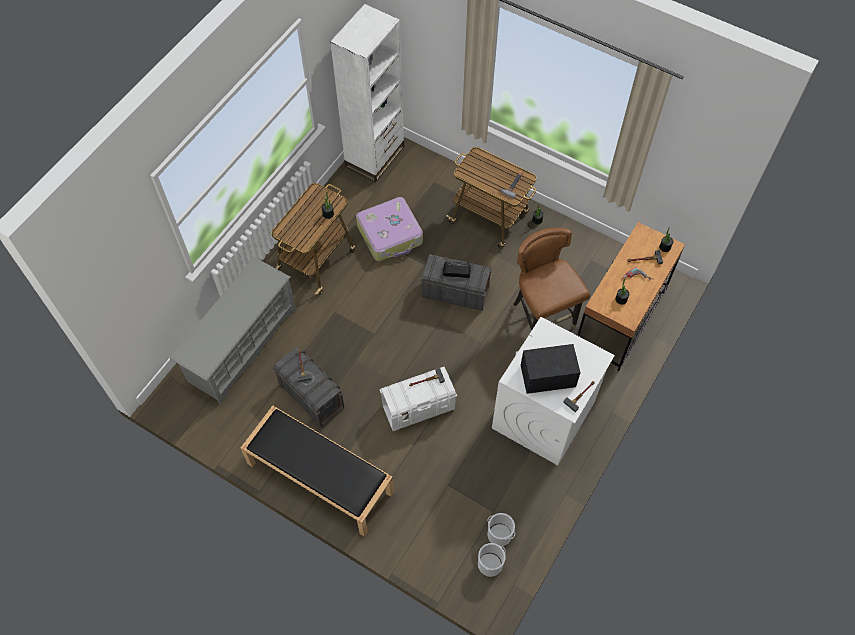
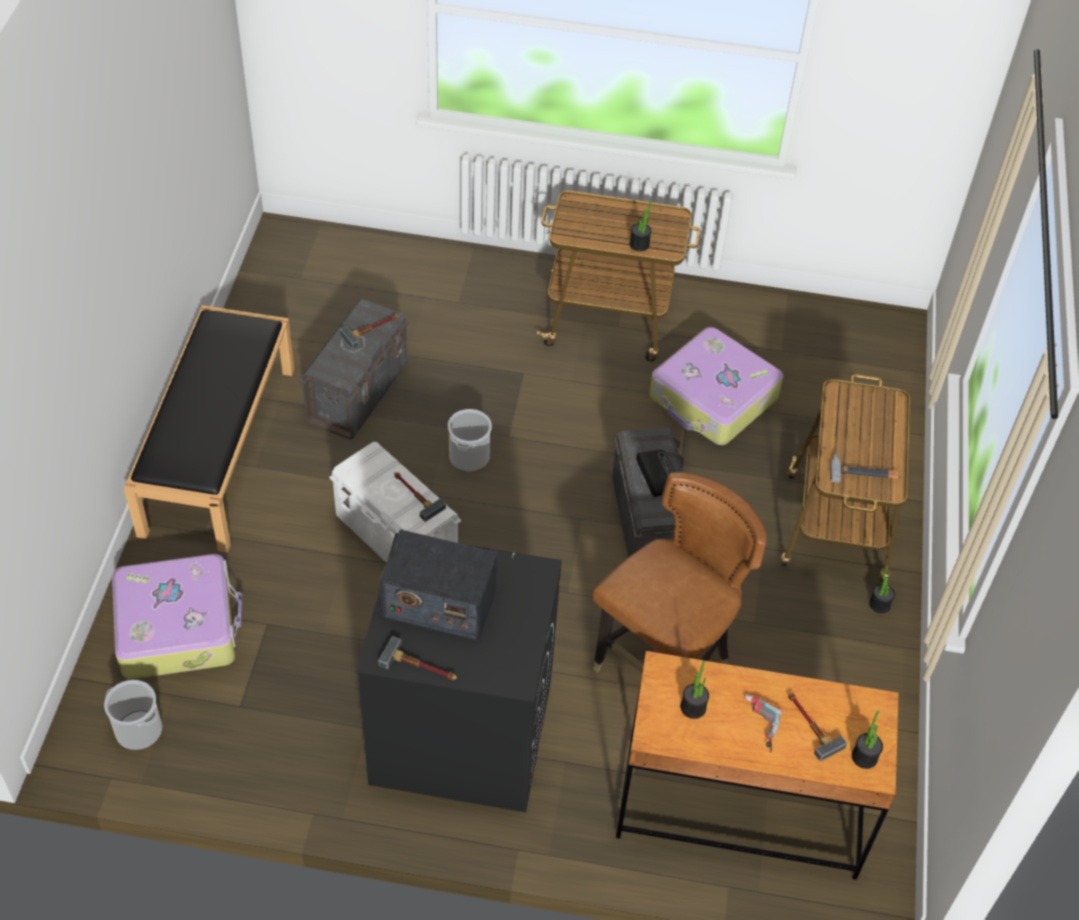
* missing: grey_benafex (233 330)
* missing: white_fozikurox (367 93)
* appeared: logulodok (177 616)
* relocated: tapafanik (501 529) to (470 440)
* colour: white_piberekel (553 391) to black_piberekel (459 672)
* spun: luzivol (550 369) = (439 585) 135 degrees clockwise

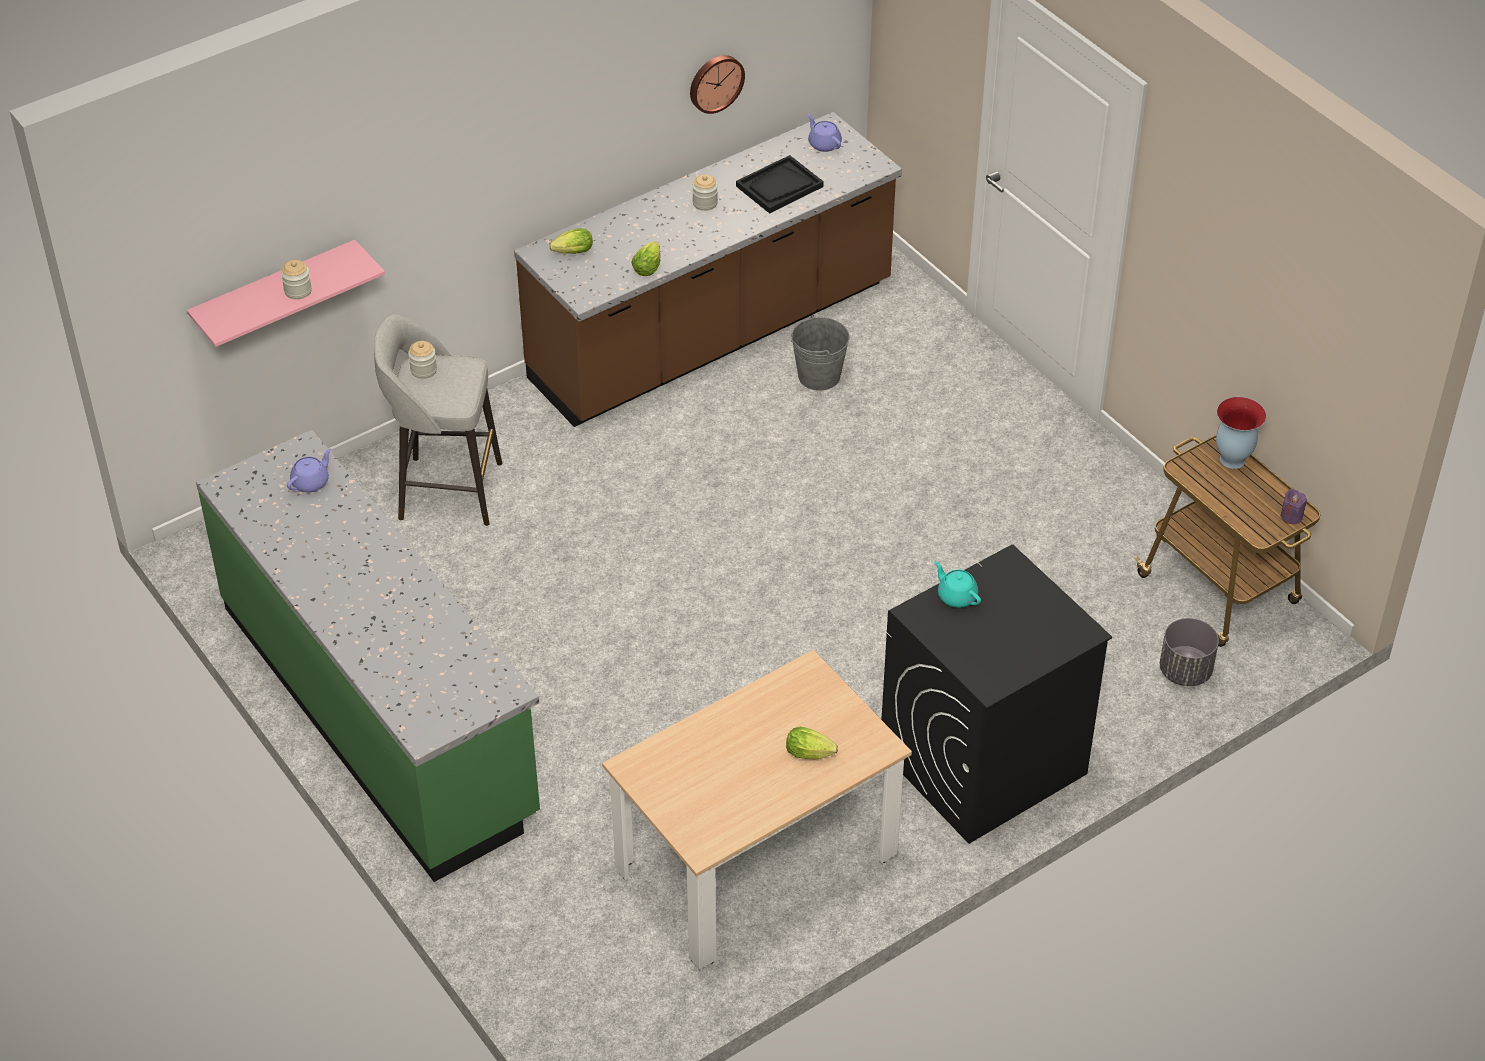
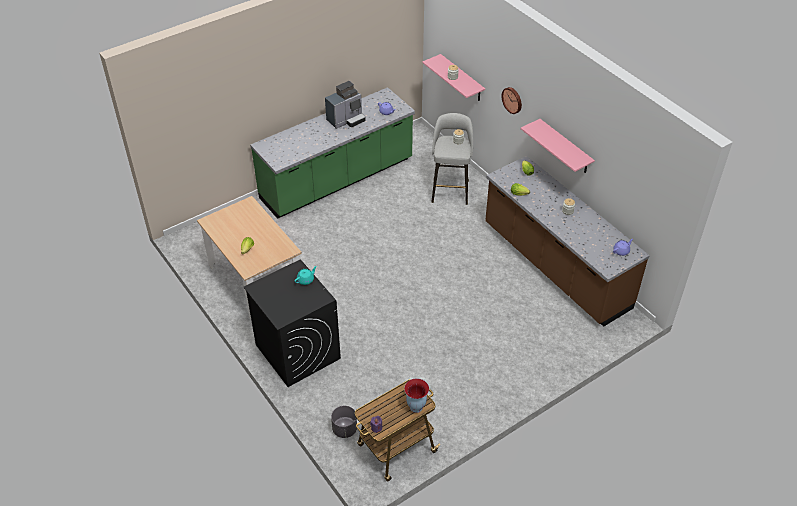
* missing: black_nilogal (780 184)
* missing: grey_tapafanik (820 353)
* appeared: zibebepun (345 105)
* appeared: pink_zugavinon (558 146)
* relocated: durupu (717 84) to (511 100)

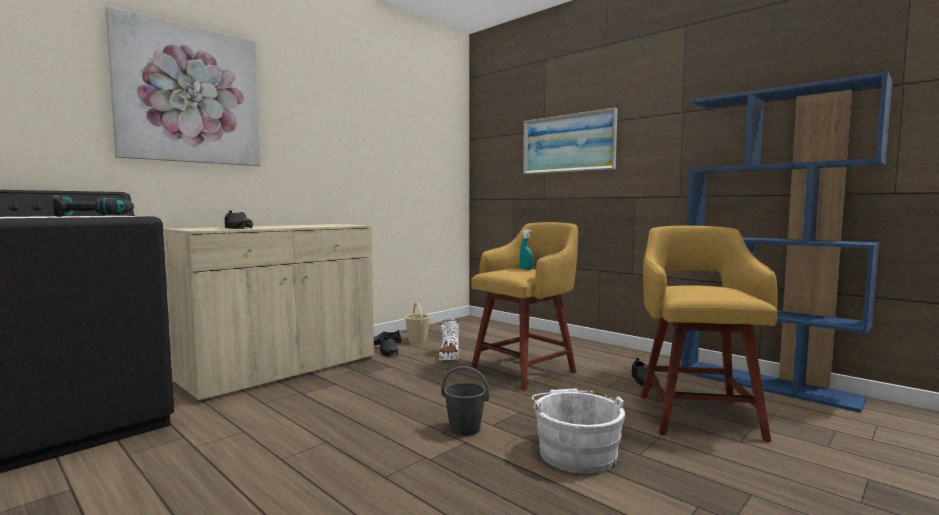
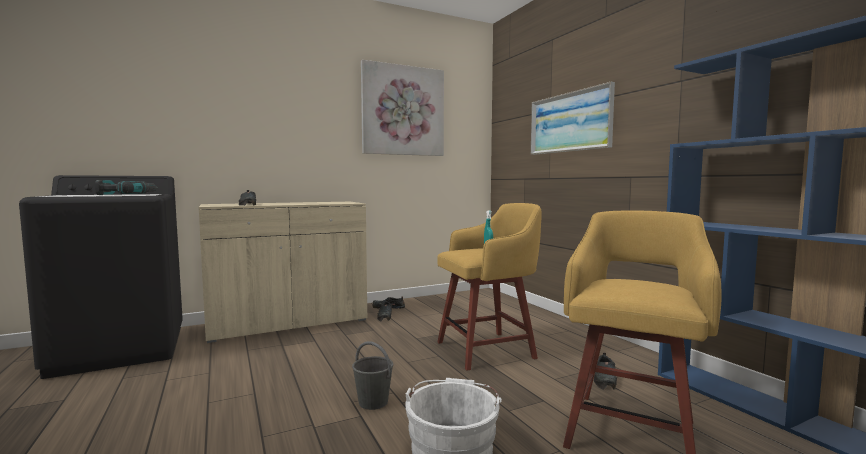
* missing: beige_tapafanik (417 322)
* missing: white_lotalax (449 340)
* relocated: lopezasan (182 86) to (402 108)

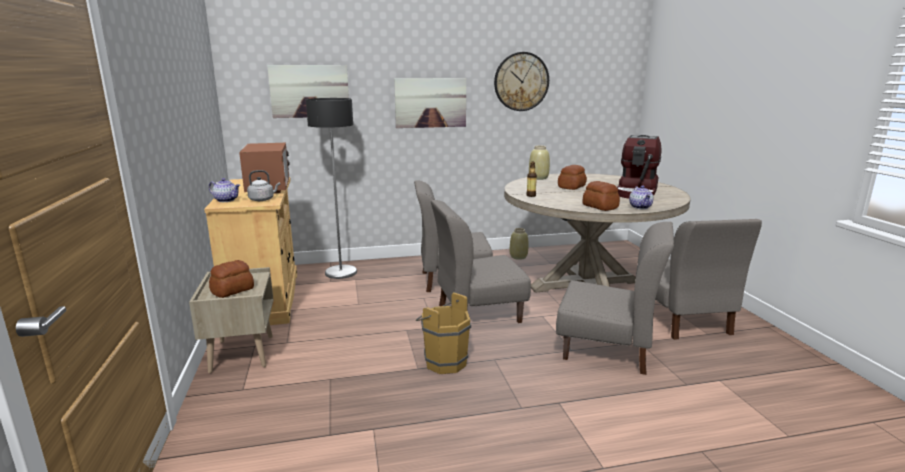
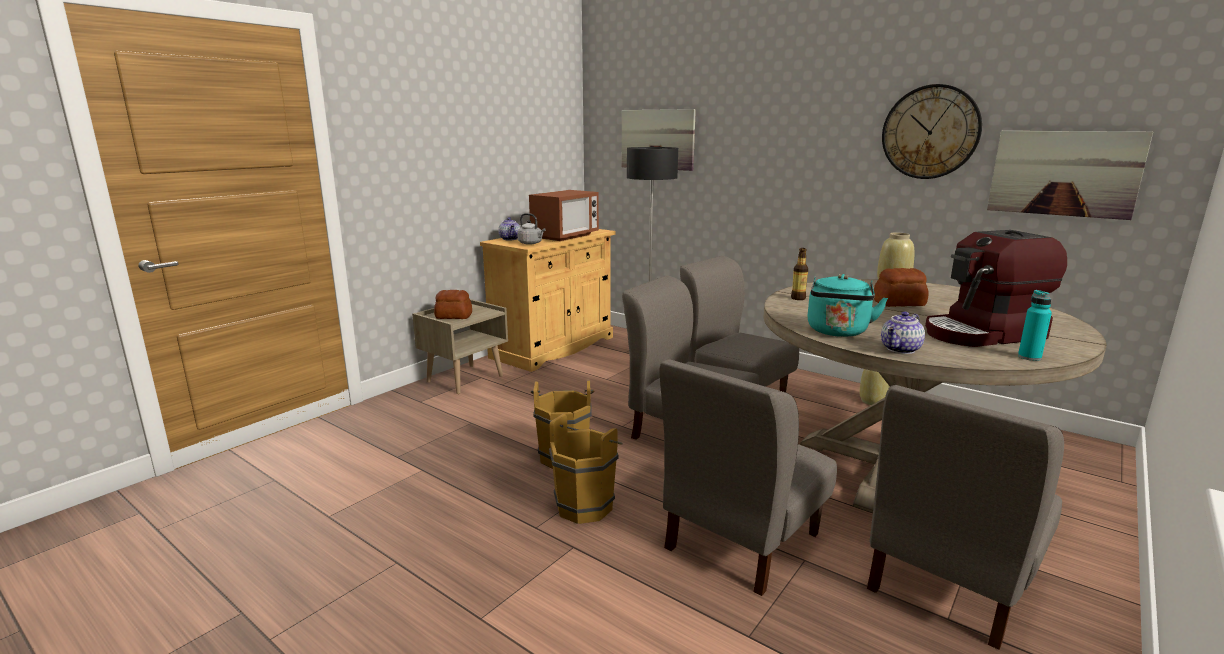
* appeared: brown_tapafanik (586 469)
* appeared: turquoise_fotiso (1035 325)
* relocated: lopezasan (430 103) to (1070 175)
* exchanged: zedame (601 196) to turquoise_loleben (847 305)
* spun: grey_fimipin (615 298) = (748 477) 60 degrees clockwise

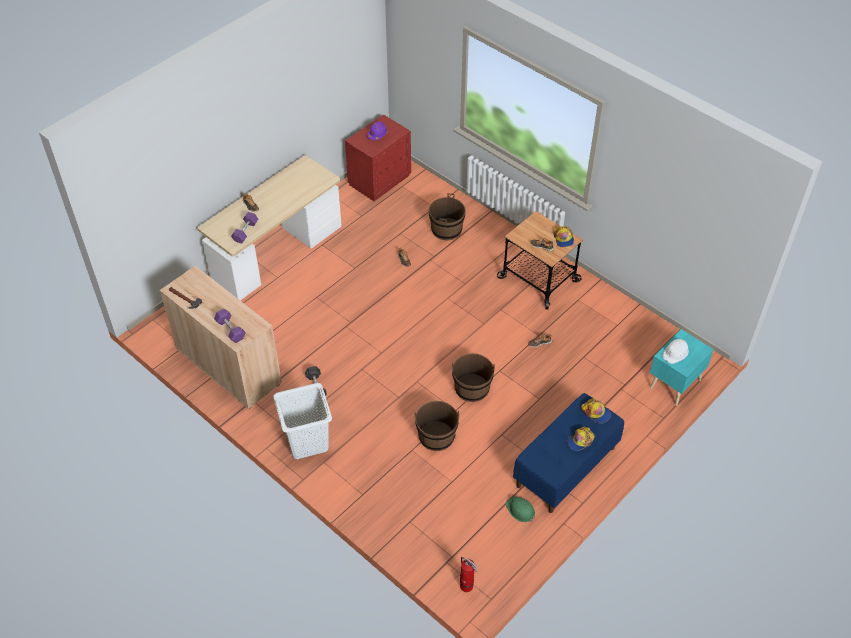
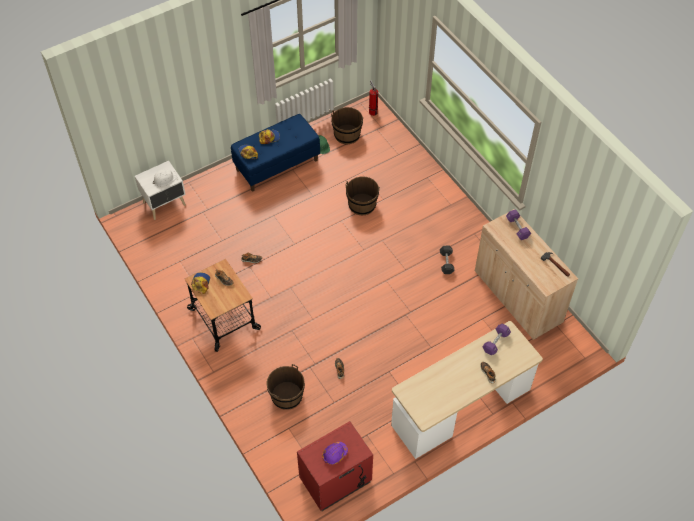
* missing: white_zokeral (302 421)
* relocated: brown_tapafanik (473 377) to (347 125)
* colour: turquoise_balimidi (682 367) to white_balimidi (160 190)

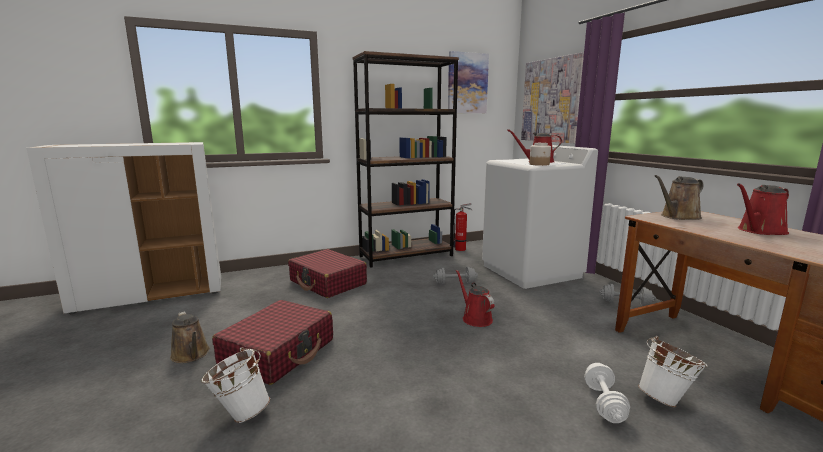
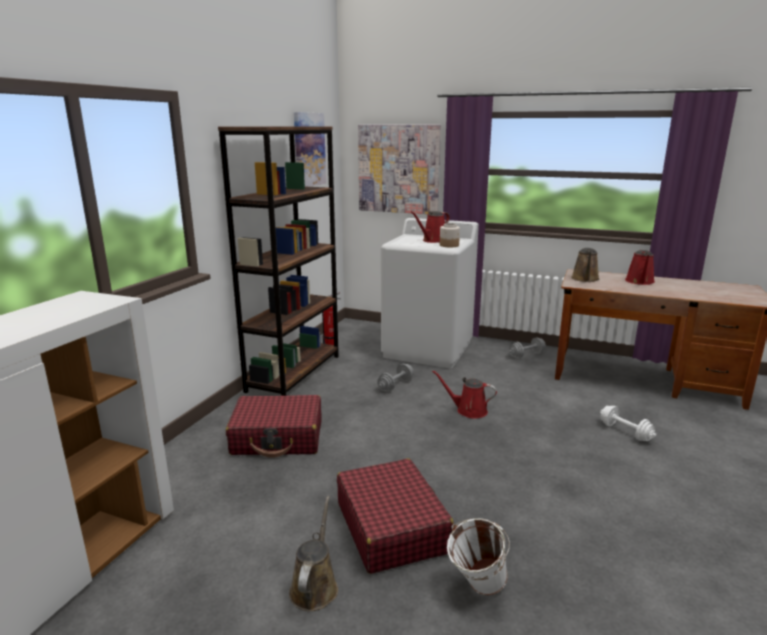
* missing: white_tapafanik (673 371)
* spun: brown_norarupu (190 337) = (313 553) 90 degrees counterclockwise

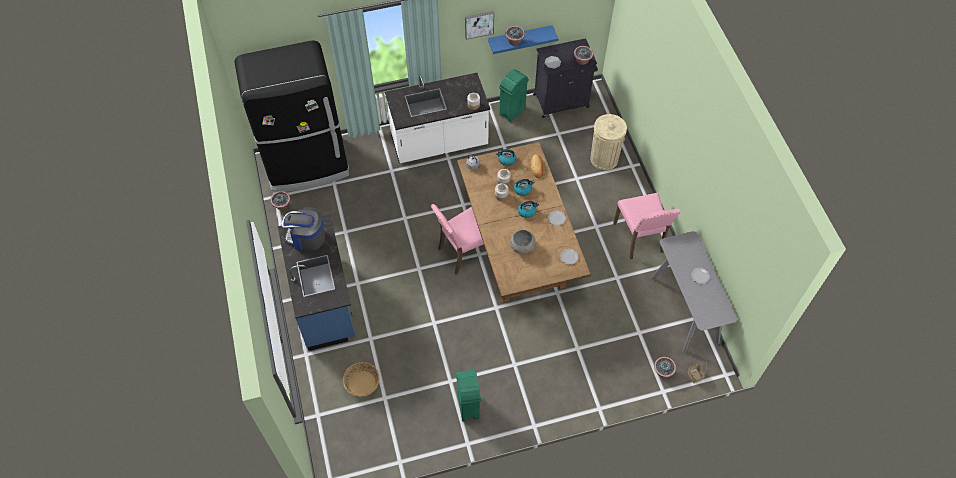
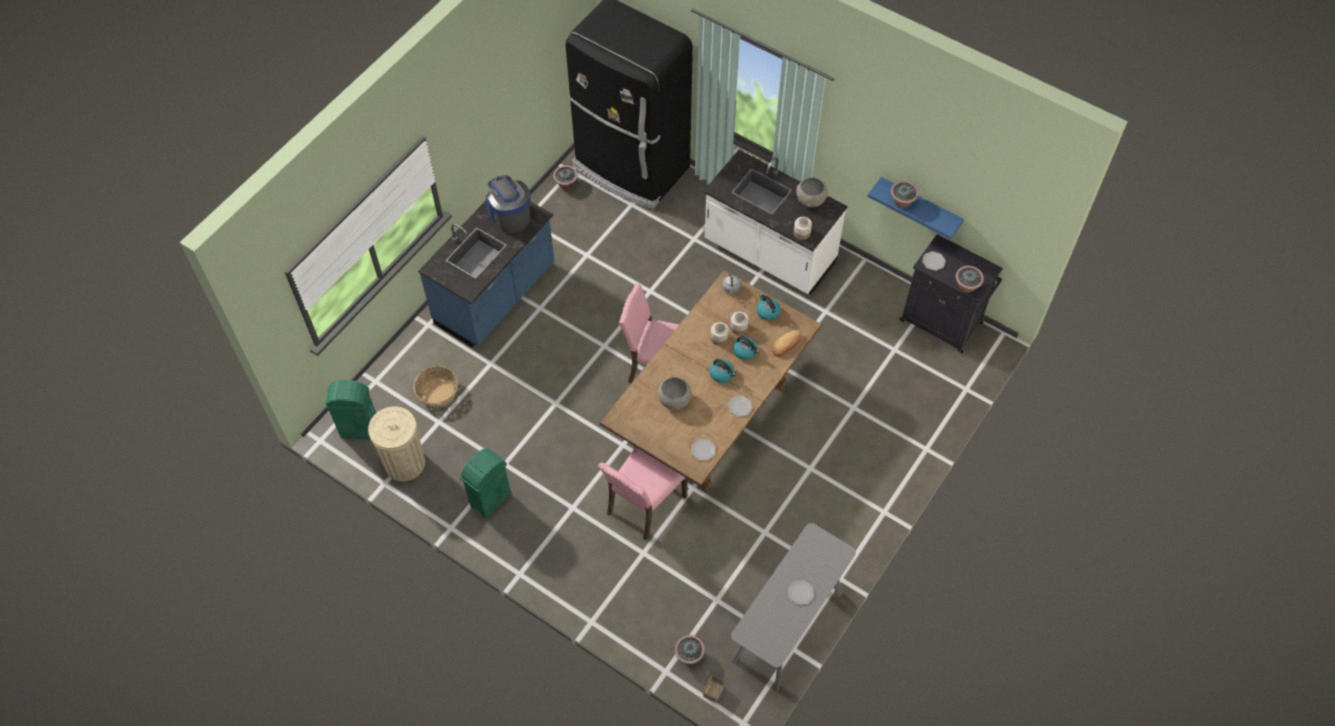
* missing: lopezasan (479 25)
* appeared: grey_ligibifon (812 193)
* relocated: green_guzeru (514 95) to (350 409)
* relocated: beige_guzeru (608 142) to (396 444)
* relocated: pink_fimipin (647 226) to (643 493)

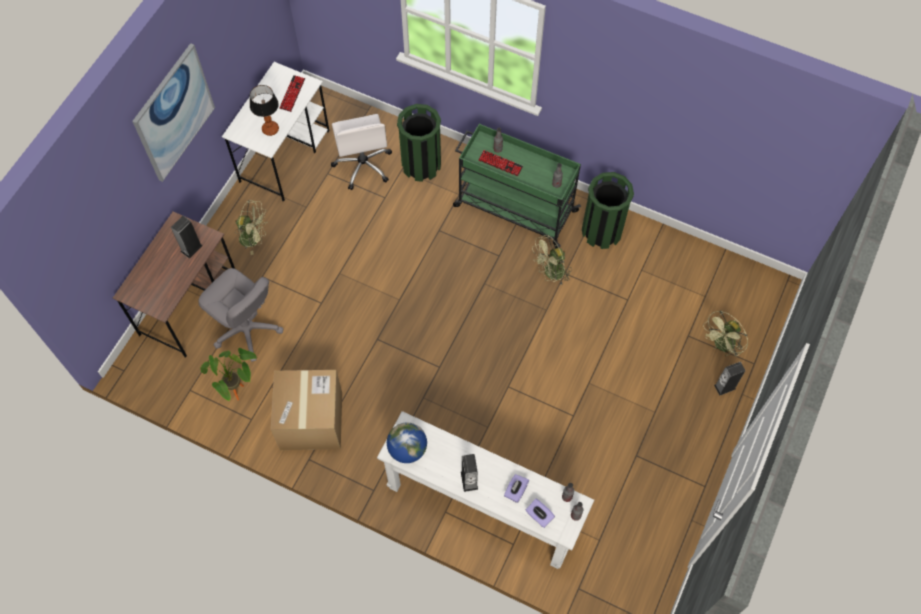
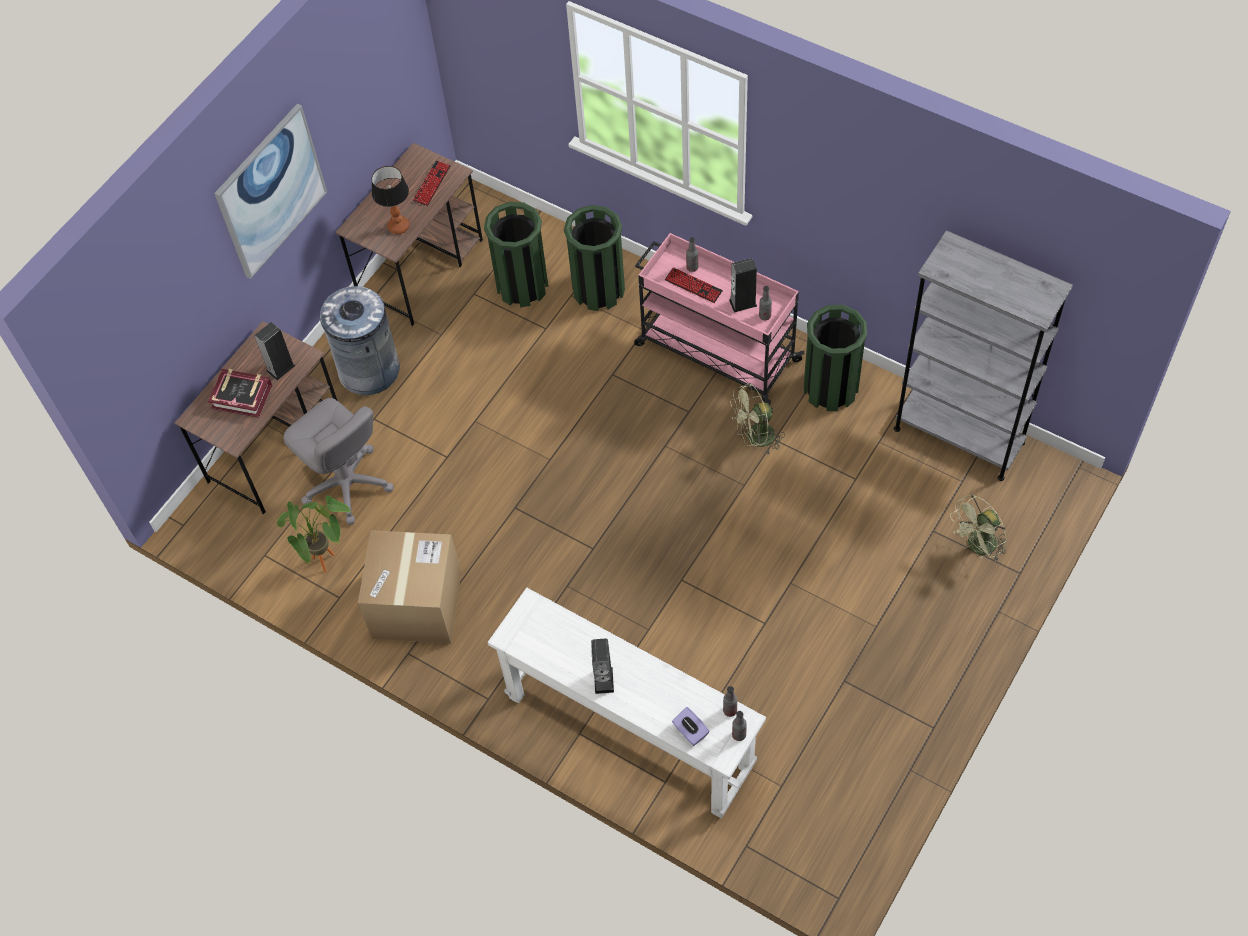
* missing: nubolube (407 443)
* missing: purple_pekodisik (516 488)
* appeared: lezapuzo (240 393)
* appeared: grey_fozikurox (983 355)
* relocated: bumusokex (729 378) to (743 285)
* exchanged: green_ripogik (251 227) to grey_guzeru (360 340)
* exchanged: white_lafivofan (361 152) to green_guzeru (516 254)
* colour: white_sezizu (276 132) to brown_sezizu (409 234)
* colour: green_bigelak (517 186) to pink_bigelak (719 320)

